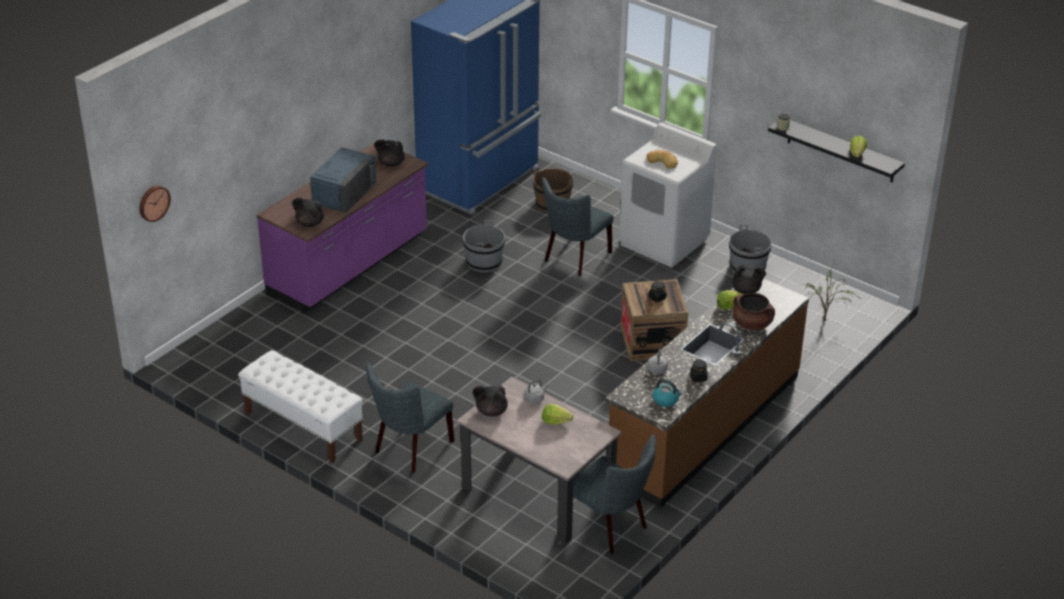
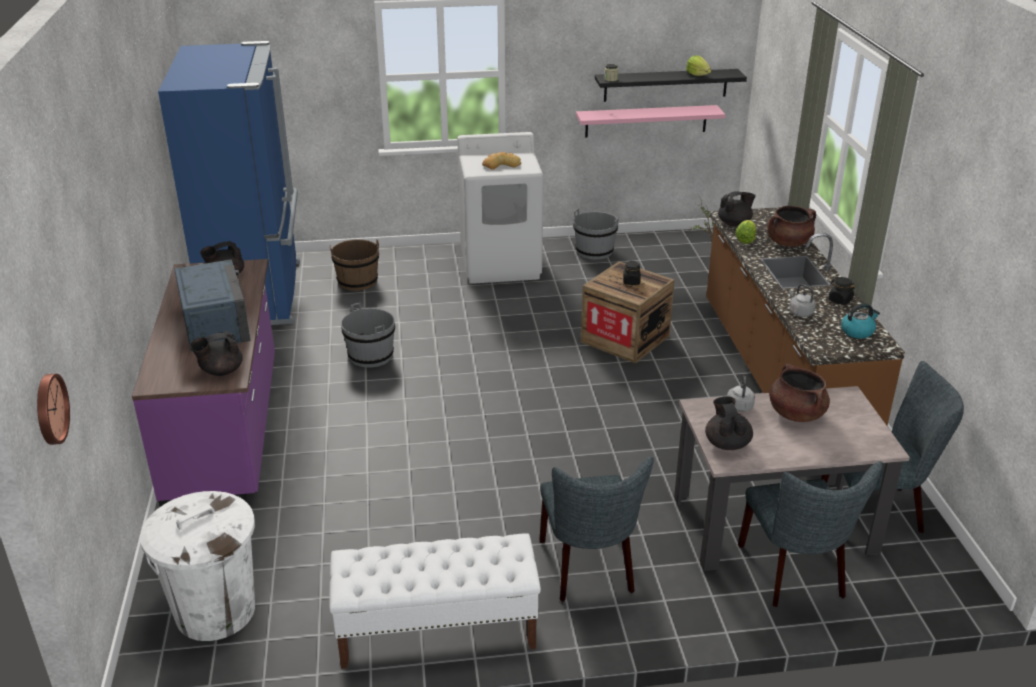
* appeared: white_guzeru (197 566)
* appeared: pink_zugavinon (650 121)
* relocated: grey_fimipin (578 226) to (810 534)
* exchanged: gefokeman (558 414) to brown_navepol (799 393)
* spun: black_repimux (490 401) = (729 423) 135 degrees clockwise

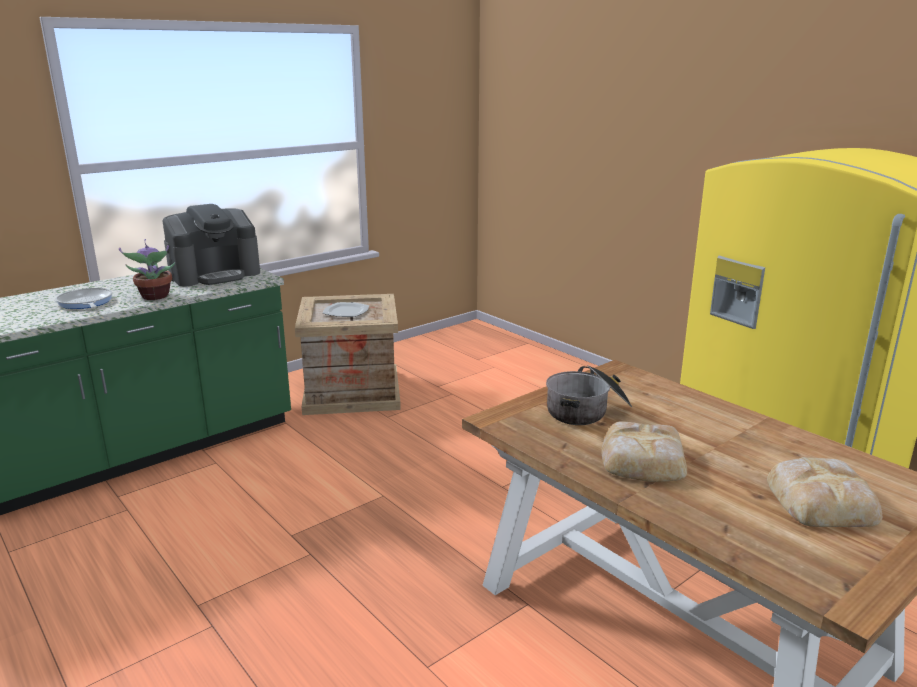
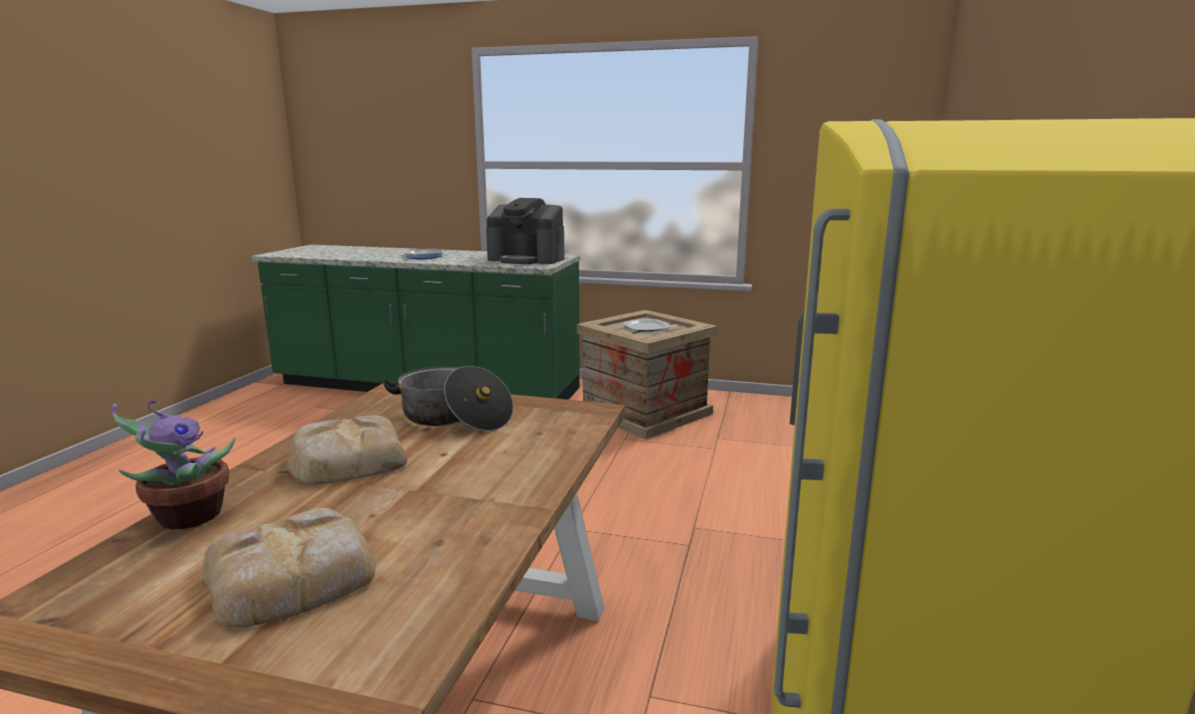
* relocated: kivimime (147 269) to (173 464)

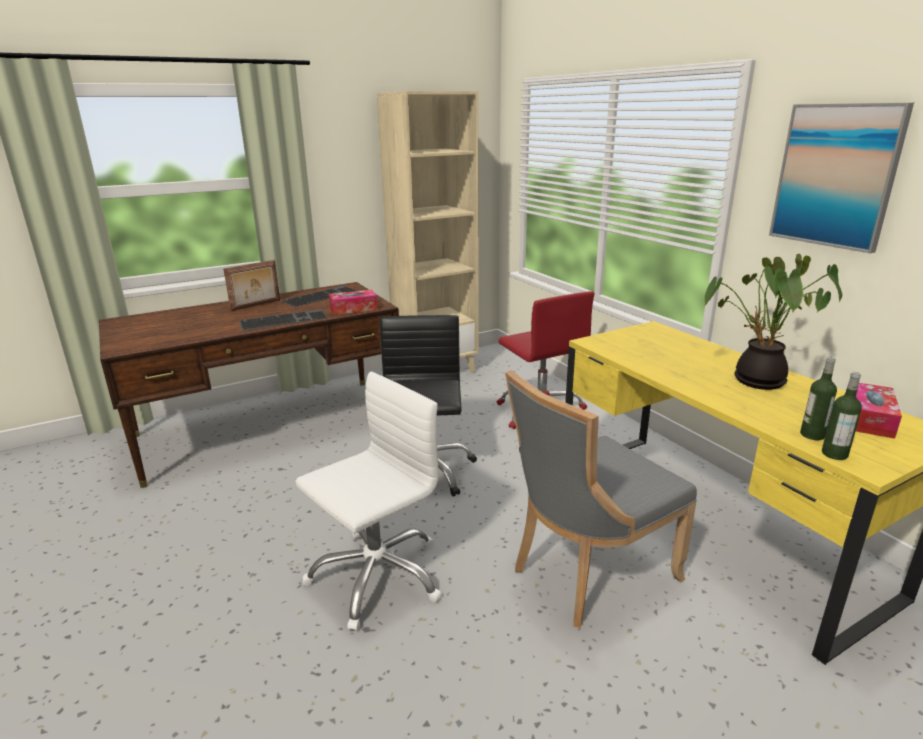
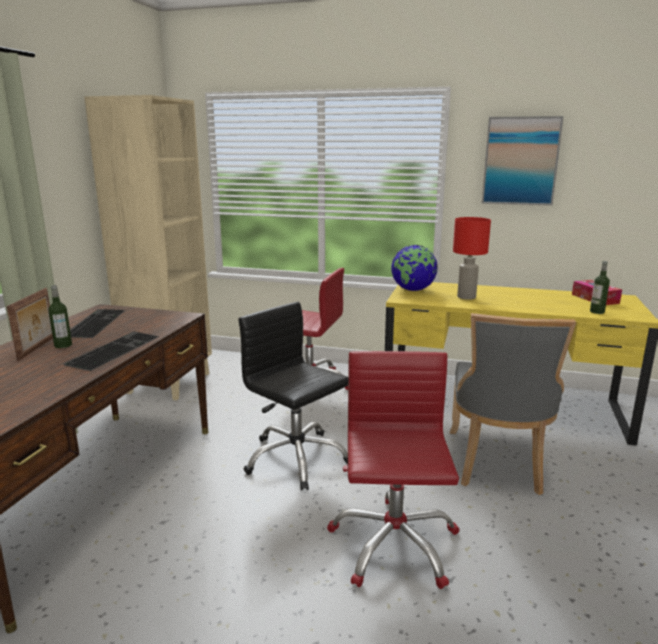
* missing: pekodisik (353 302)
* missing: kivimime (773 322)
* appeared: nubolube (414 268)
* appeared: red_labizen (472 258)
* relocated: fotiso (842 416) to (60 316)
* colour: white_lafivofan (368 501) to red_lafivofan (393 470)

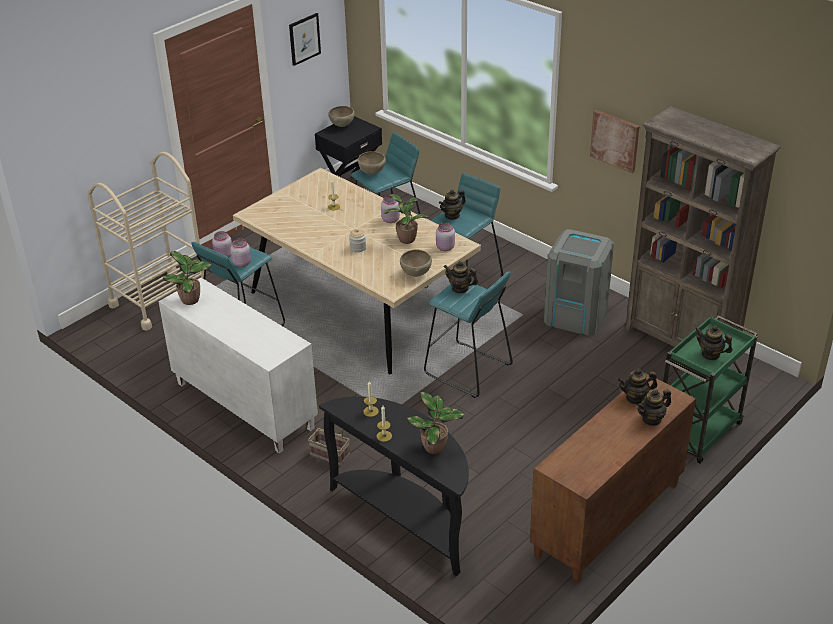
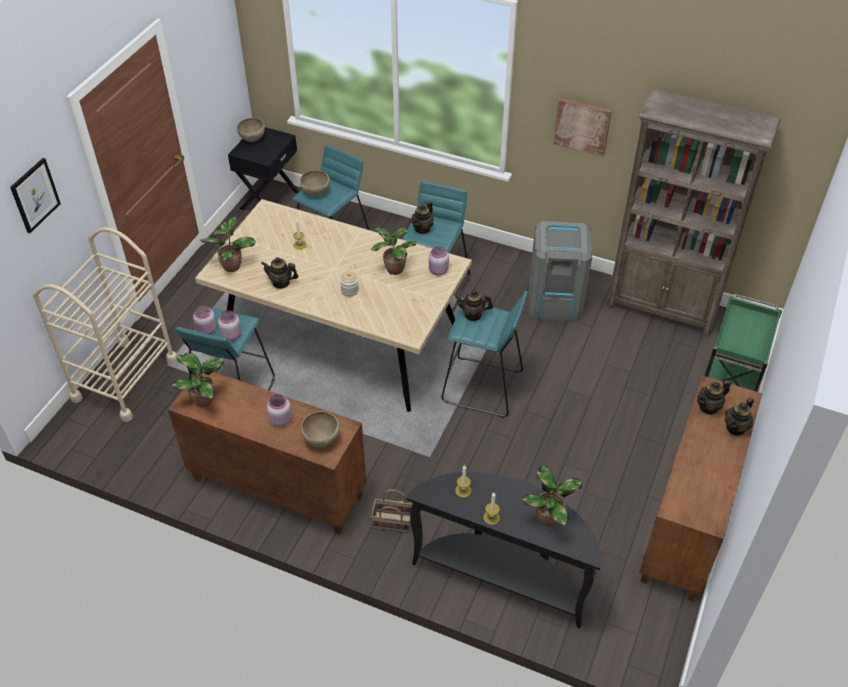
* appeared: kivimime (228 244)
* relocated: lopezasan (305 39) to (35 195)
* relocated: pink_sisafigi (390 209) to (279 410)
* relocated: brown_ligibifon (416 263) to (320 429)
* relocated: repimux (714 343) to (280 273)
* colour: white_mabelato (238 365) to brown_mabelato (267 453)

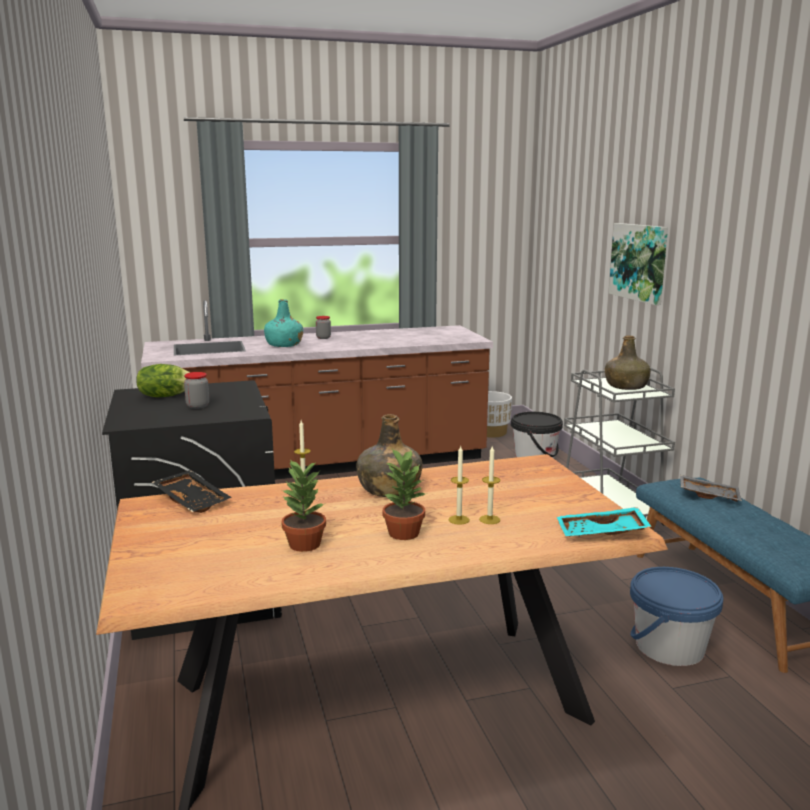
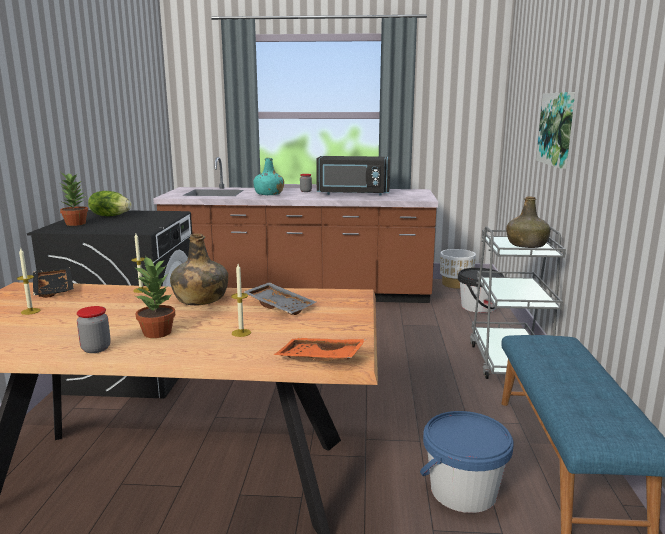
* appeared: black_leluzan (353 176)
* relocated: sisafigi (196 390) to (94 329)
* relocated: kivimime (303 505) to (74 199)
* relocated: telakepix (459 485) to (28 282)
* relocated: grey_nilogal (711 488) to (280 298)
* colour: turquoise_nilogal (604 522) to orange_nilogal (320 349)

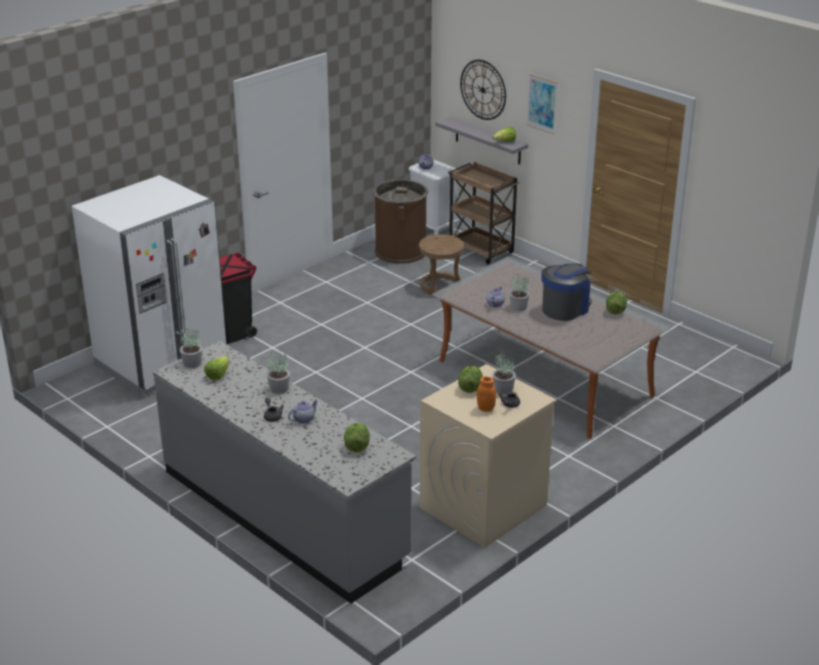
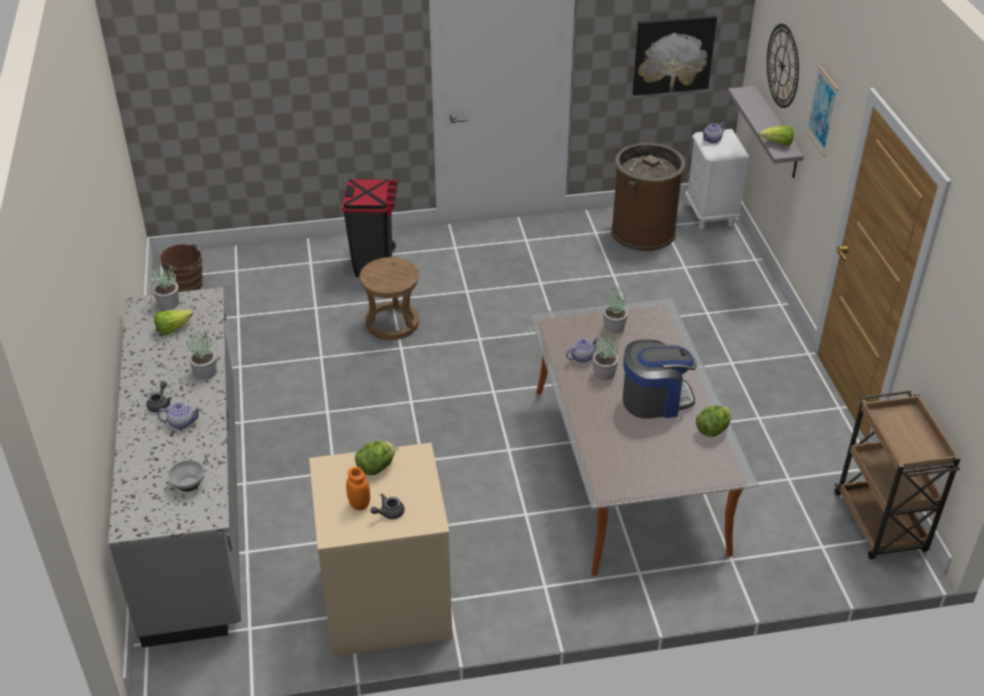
* missing: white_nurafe (149 285)
* appeared: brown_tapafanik (182 268)
* appeared: lopezasan (674 55)
* relocated: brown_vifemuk (441 264) to (389 298)
* relocated: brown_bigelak (484 213) to (897 475)
* relocated: kivimime (504 372) to (615 311)
* exchanged: gefokeman (357 437) to ligibifon (186 476)

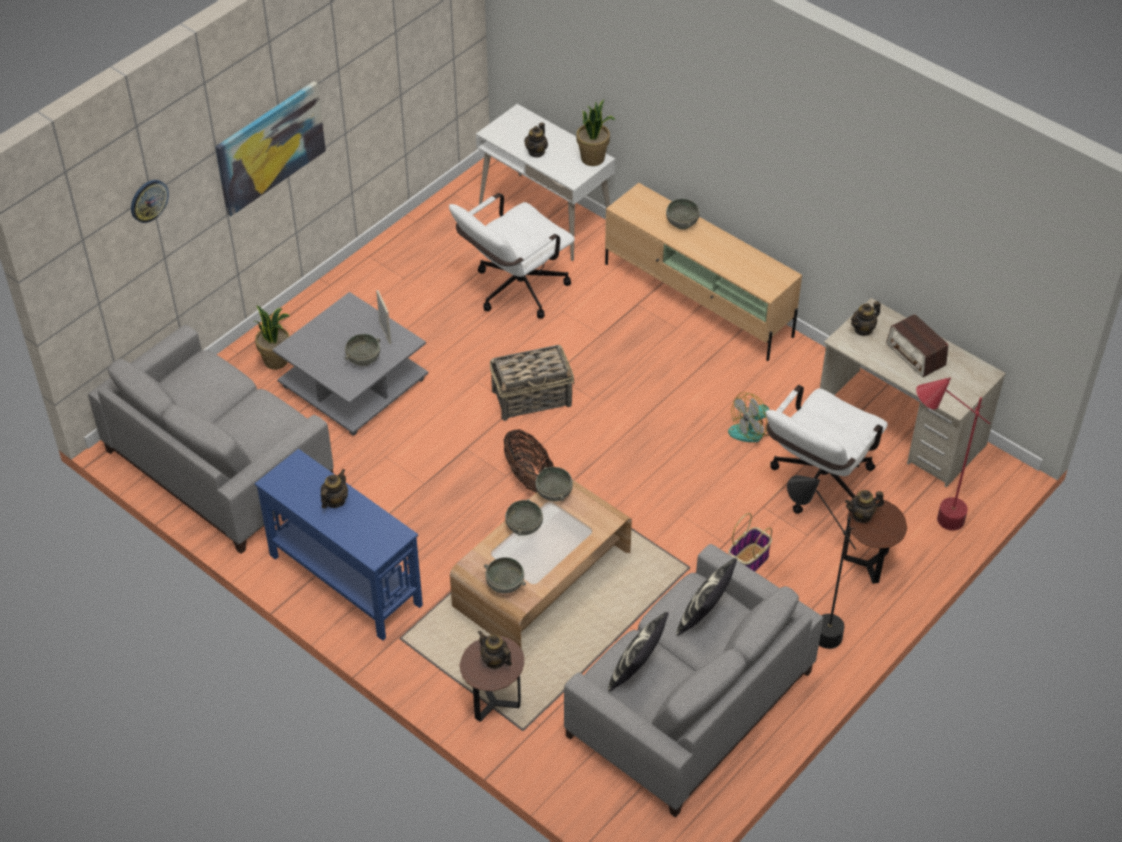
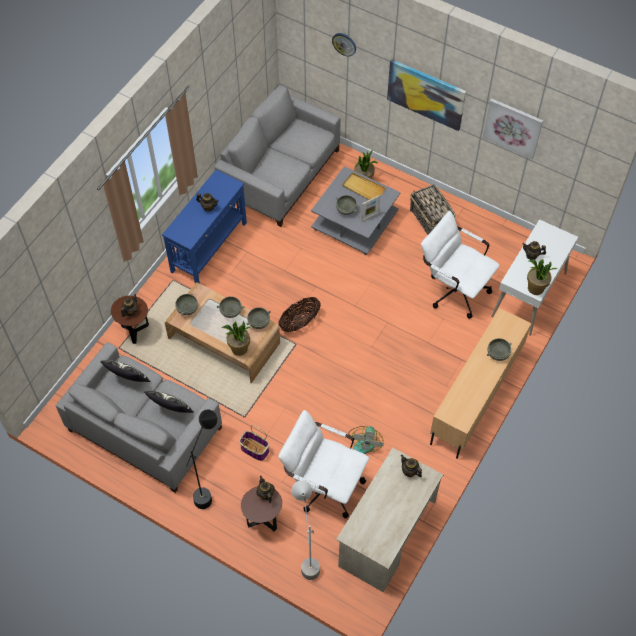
* missing: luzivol (917 345)
* appeared: kivimime (236 338)
* appeared: beige_nilogal (363 186)
* appeared: lopezasan (513 129)
* relocated: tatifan (532 383) to (433 209)
* colour: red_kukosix (953 454) to grey_kukosix (306 530)
* spun: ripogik (748 417) = (366 440) 120 degrees counterclockwise

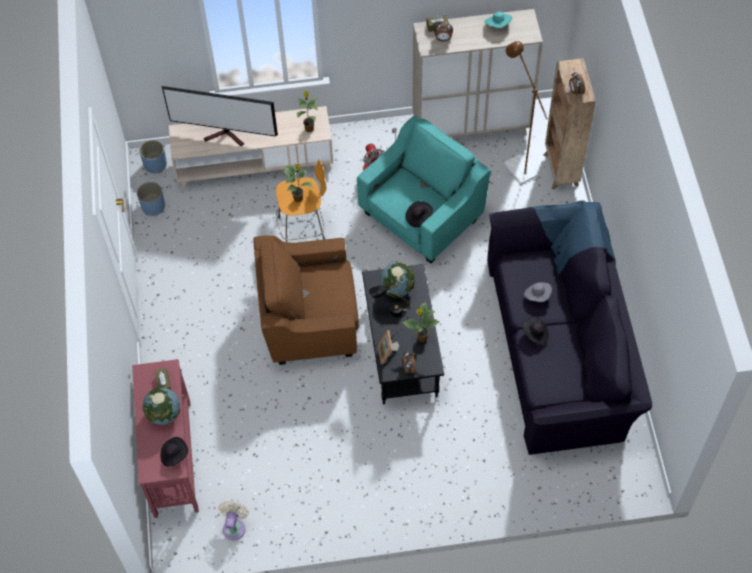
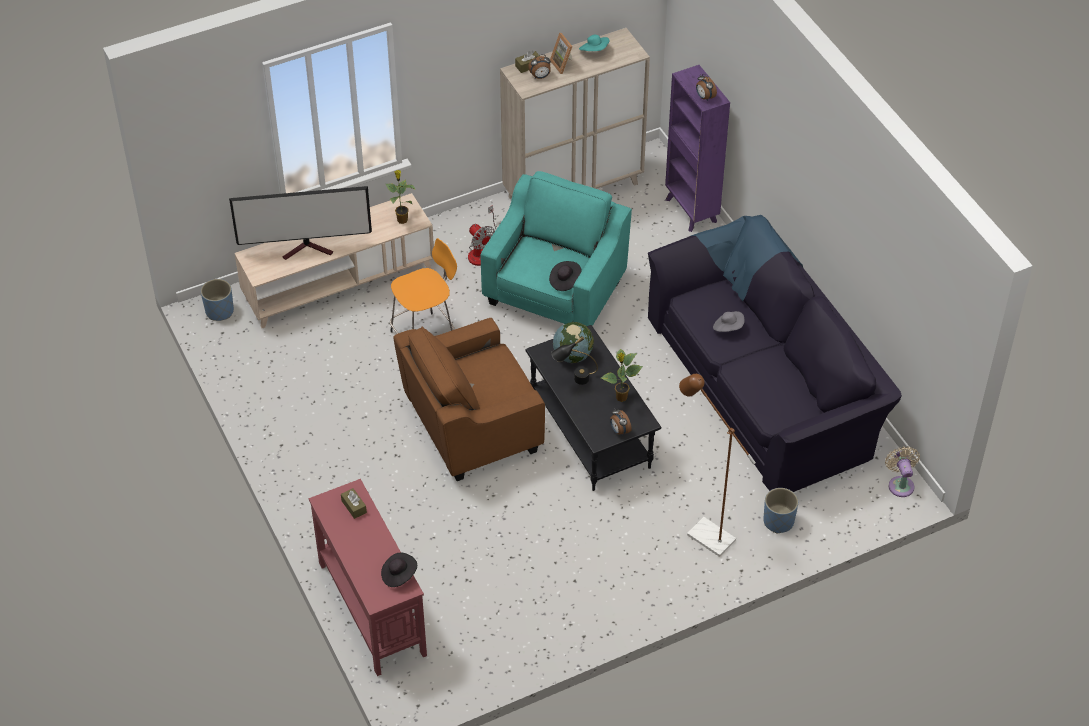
* missing: nubolube (161 406)
* missing: kivimime (298 183)
* missing: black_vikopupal (535 330)
* relocated: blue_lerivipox (151 199) to (780 511)
* relocated: beige_ripogik (233 520) to (902 471)
* relocated: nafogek (388 347) to (561 53)
* relocated: brown_kukosix (526 112) to (717 465)
* colour: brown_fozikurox (569 124) to purple_fozikurox (697 148)

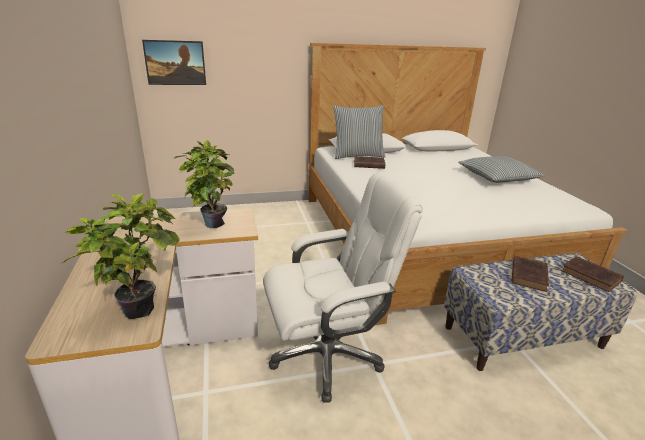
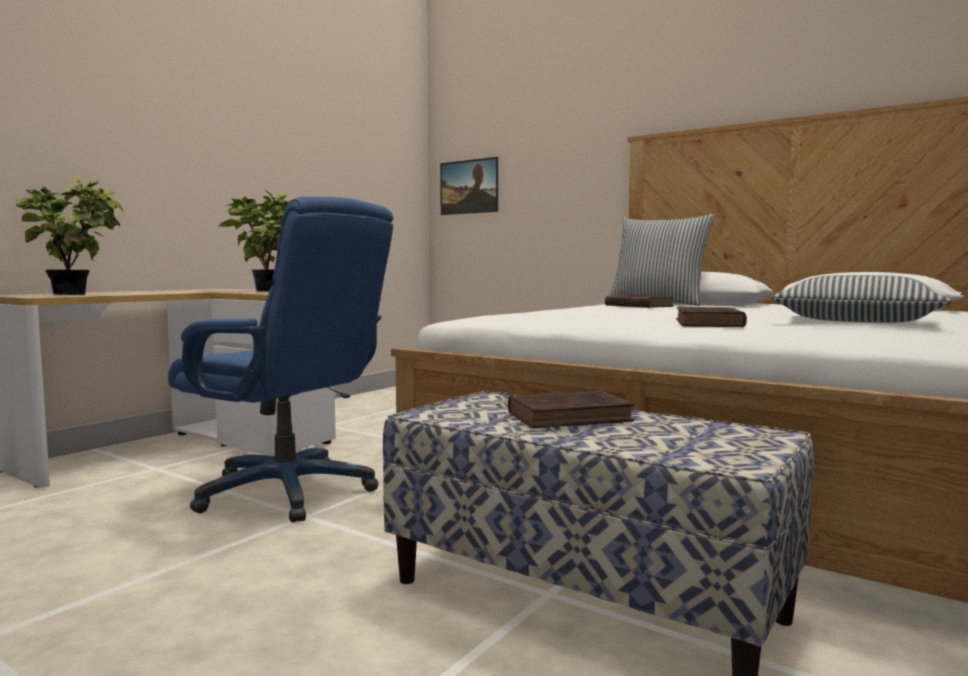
* relocated: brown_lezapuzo (592 274) to (711 317)
* colour: white_lafivofan (343 288) to blue_lafivofan (280 359)

